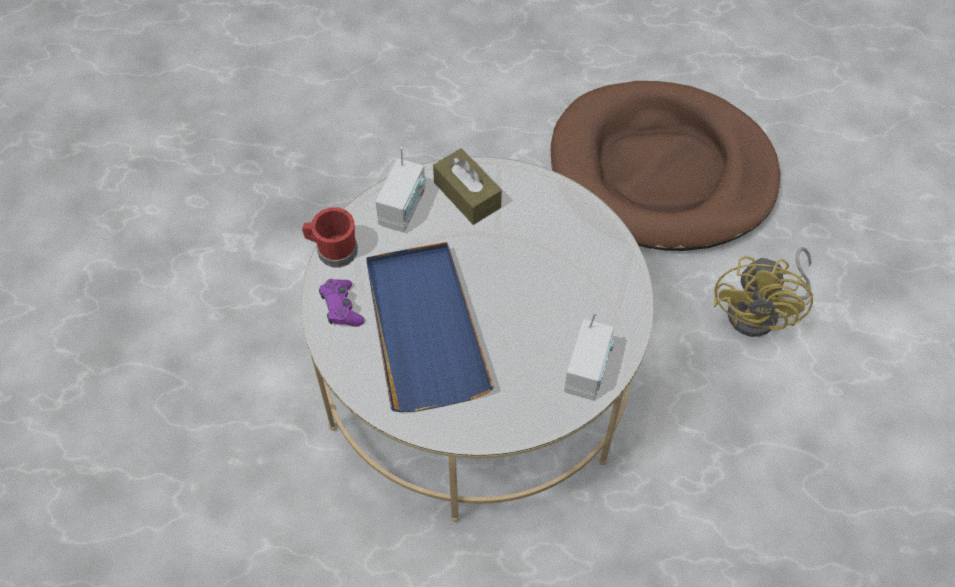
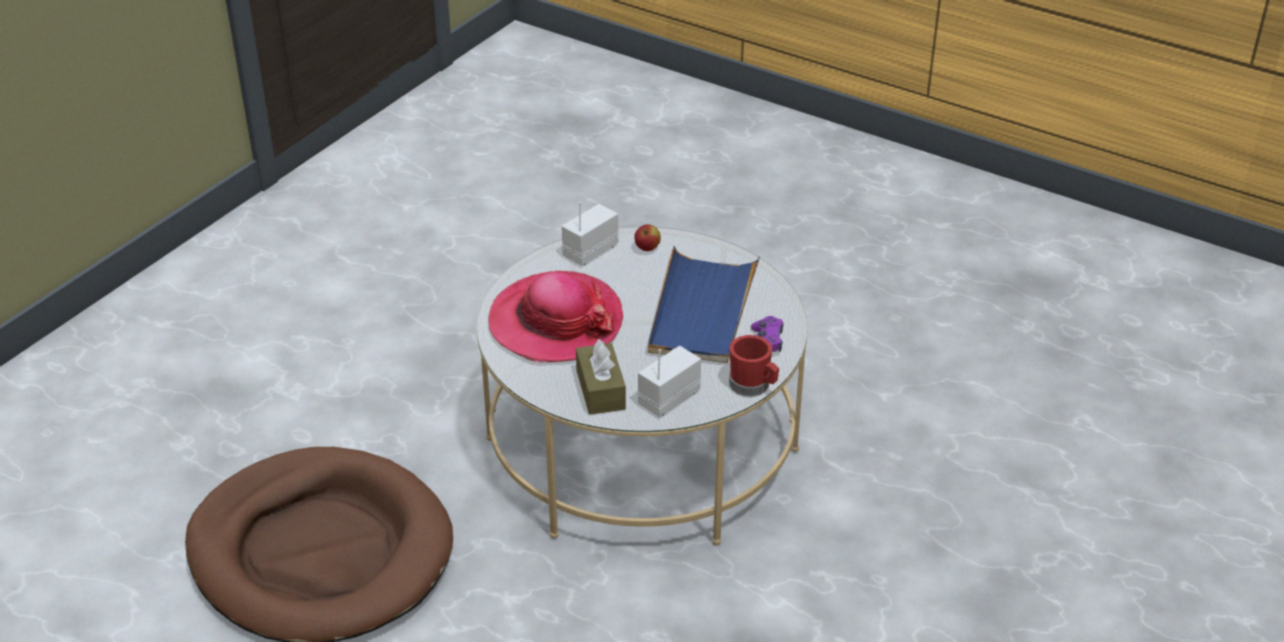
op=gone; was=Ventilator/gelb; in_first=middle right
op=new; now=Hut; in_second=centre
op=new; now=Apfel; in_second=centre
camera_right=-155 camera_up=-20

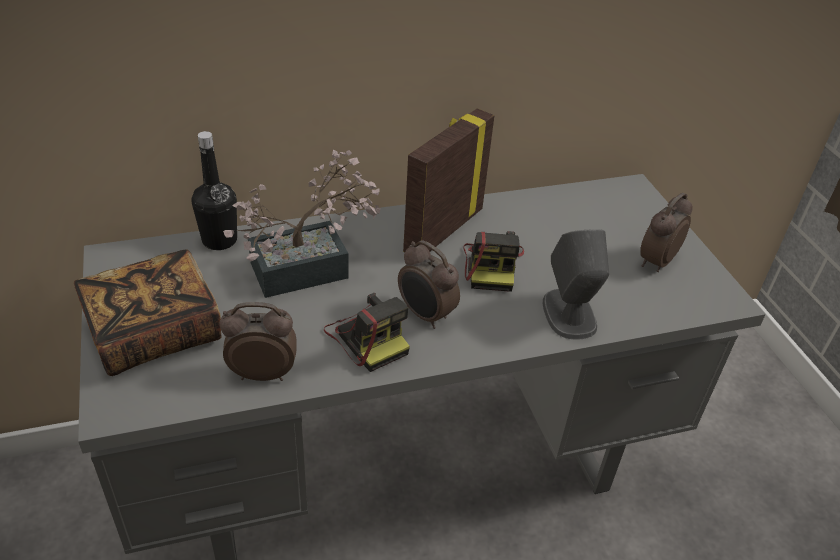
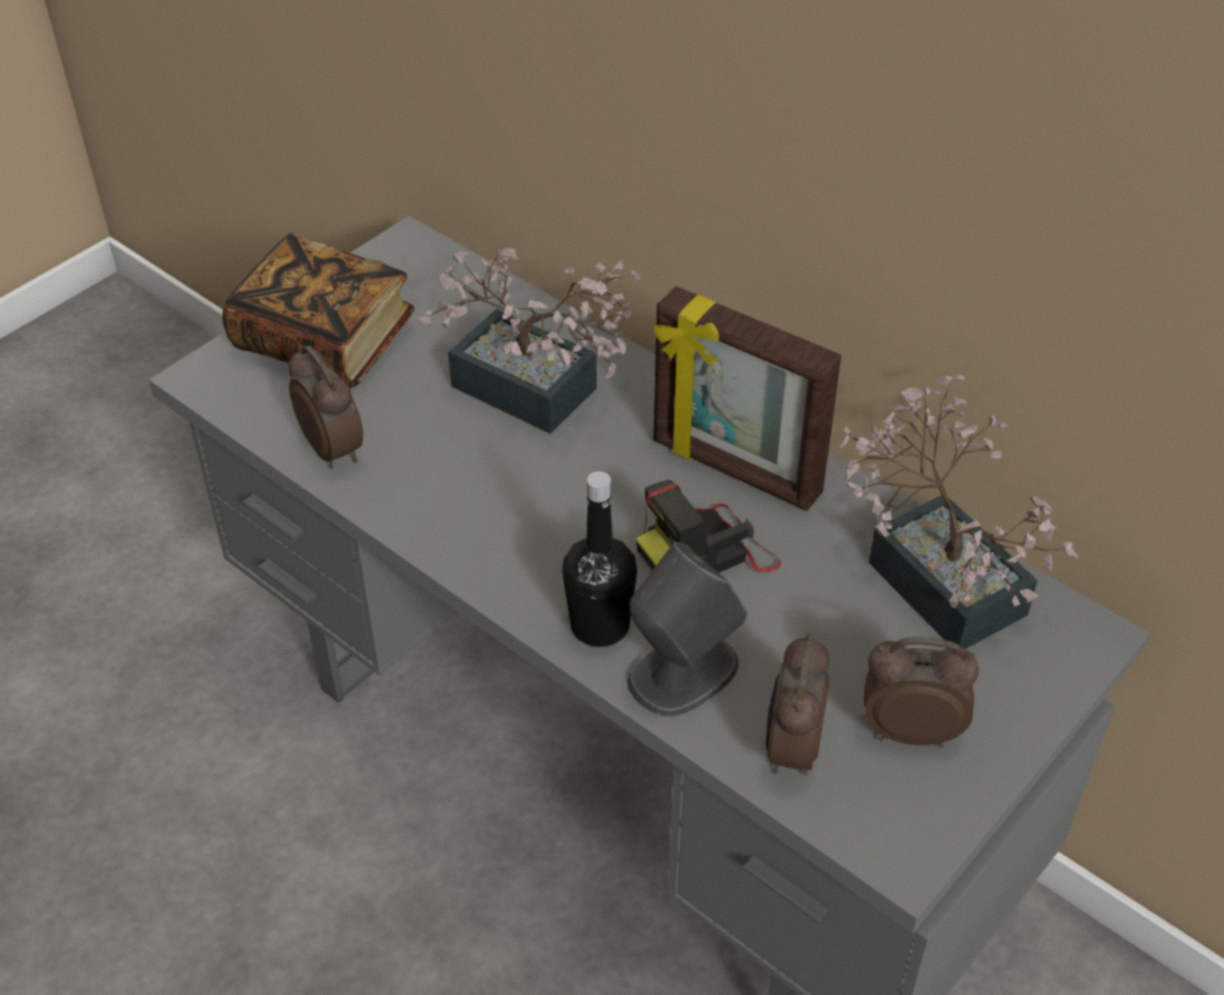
op=gone; was=Kamera (no. 1 from left); in_first=centre
op=new; now=Topfpflanze (no. 2 from left); in_second=middle right
op=shifted; was=Flasche/schwarz; in_first=middle left; in_second=centre
op=shifted; was=Wecker (no. 2 from left); in_first=centre; in_second=bottom centre
op=rotated; was=Bilderrahmen; in_first=top centre; in_second=centre; clockwise=-150
camera_right=60 camera_up=5

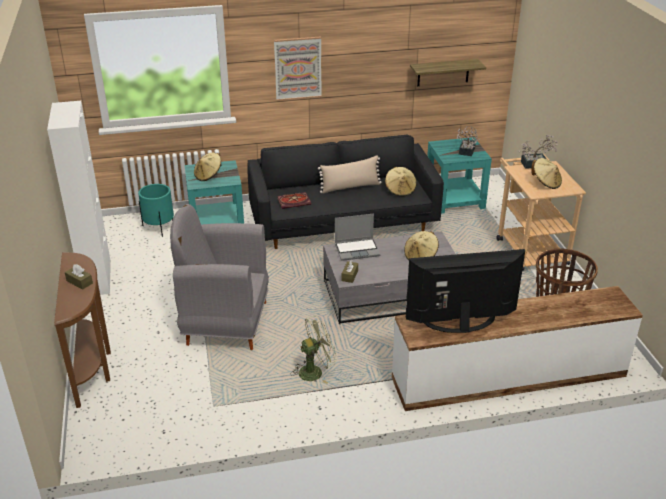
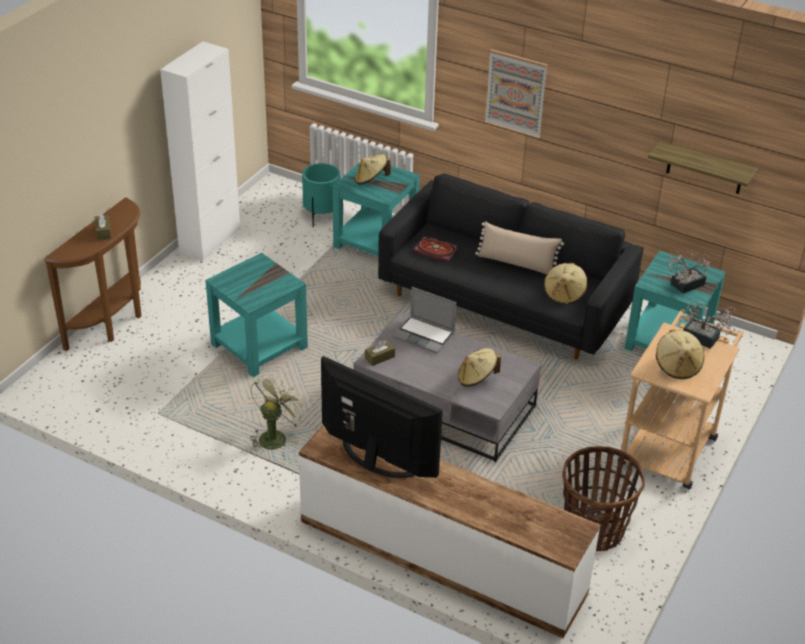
op=swapped; was=Sessel/grau; now=Beistelltisch/türkis (no. 1 from left); in_first=middle left; in_second=middle left
op=rotated; was=Ventilator/grün; in_first=bottom centre; in_second=centre; clockwise=-75
camera_right=40 camera_up=5

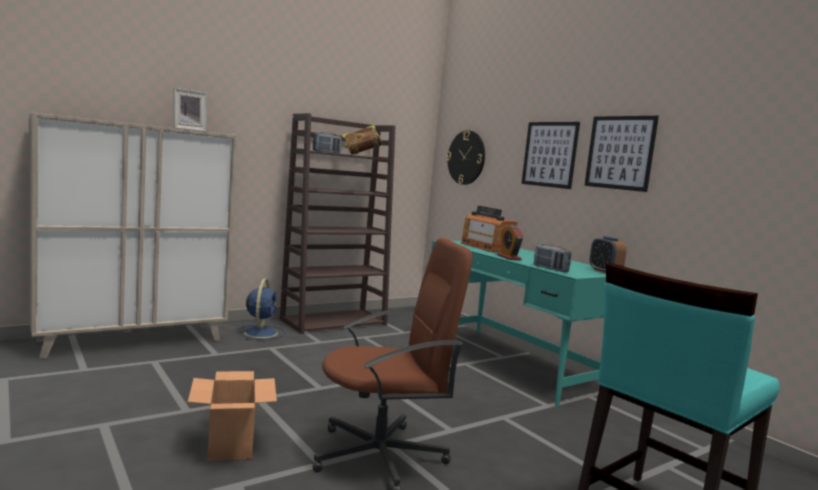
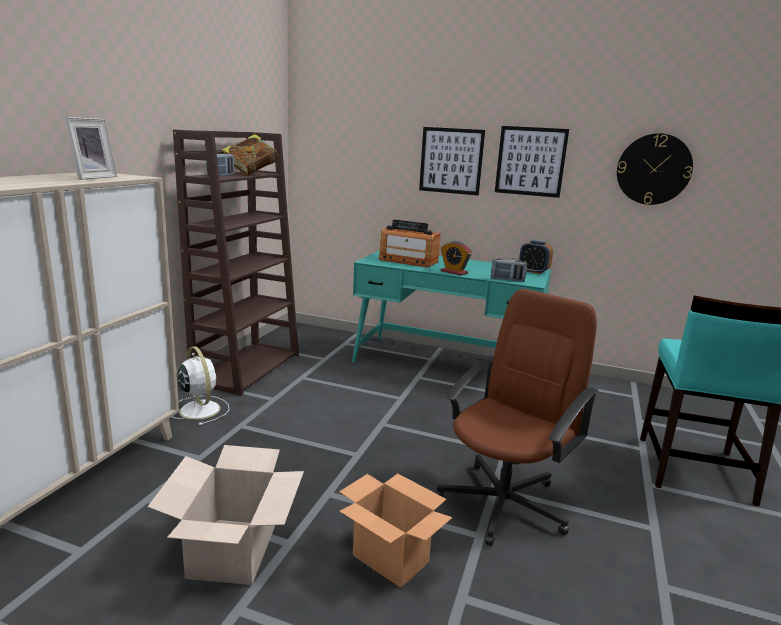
op=new; now=Karton (no. 1 from left); in_second=bottom left
op=shifted; was=Wanduhr; in_first=top centre; in_second=top right
op=repainted; was=Ventilator/blau; now=Ventilator/weiß; in_first=middle left; in_second=middle left
camera_right=-35 camera_up=10

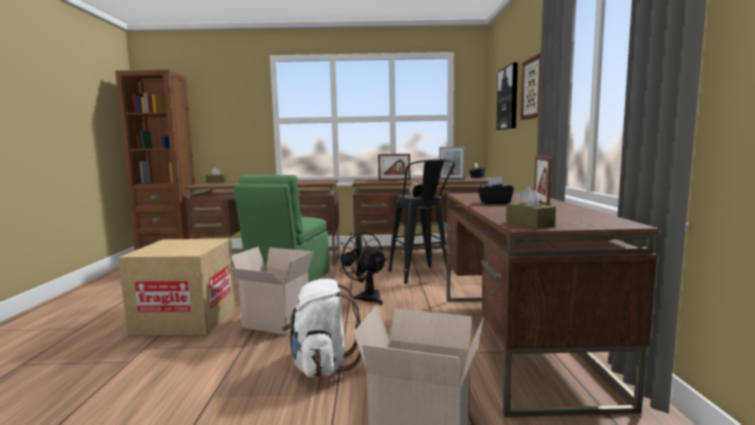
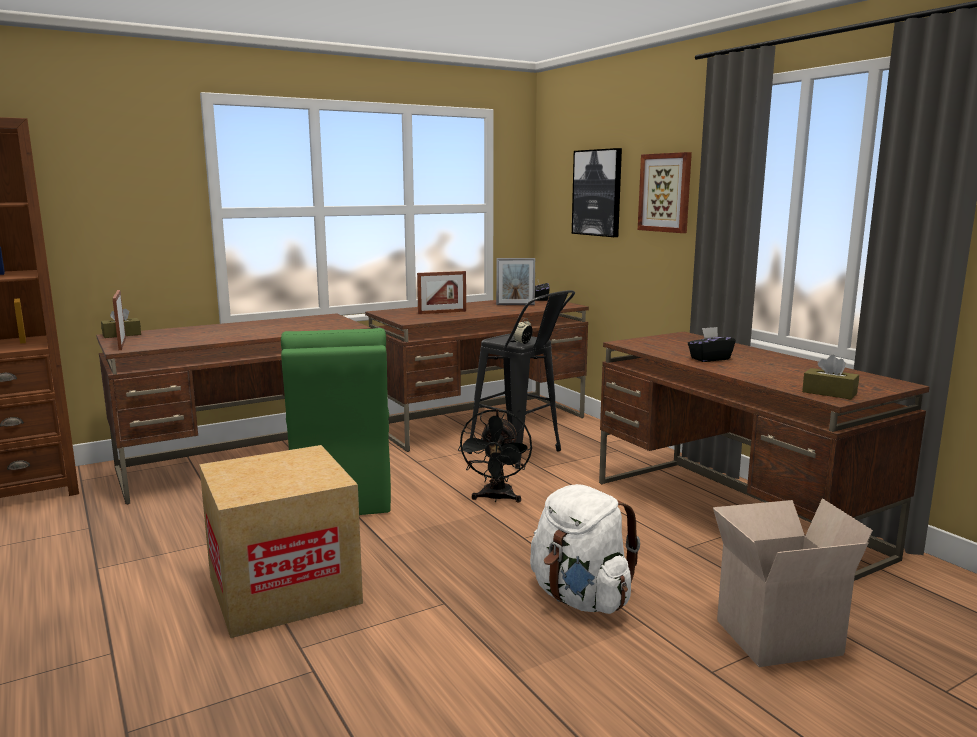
op=gone; was=Karton (no. 2 from left); in_first=bottom centre
op=shifted; was=Bilderrahmen (no. 3 from left in the first image); now=Bilderrahmen (no. 1 from left); in_first=middle right; in_second=middle left
op=rotated; was=Ventilator/schwarz; in_first=centre; in_second=centre; clockwise=-105
camera_right=-30 camera_up=5

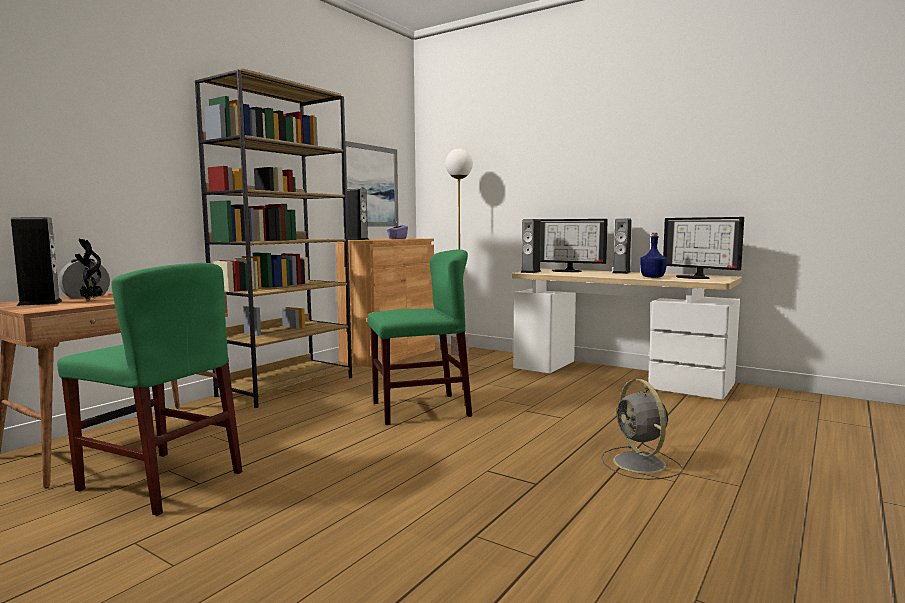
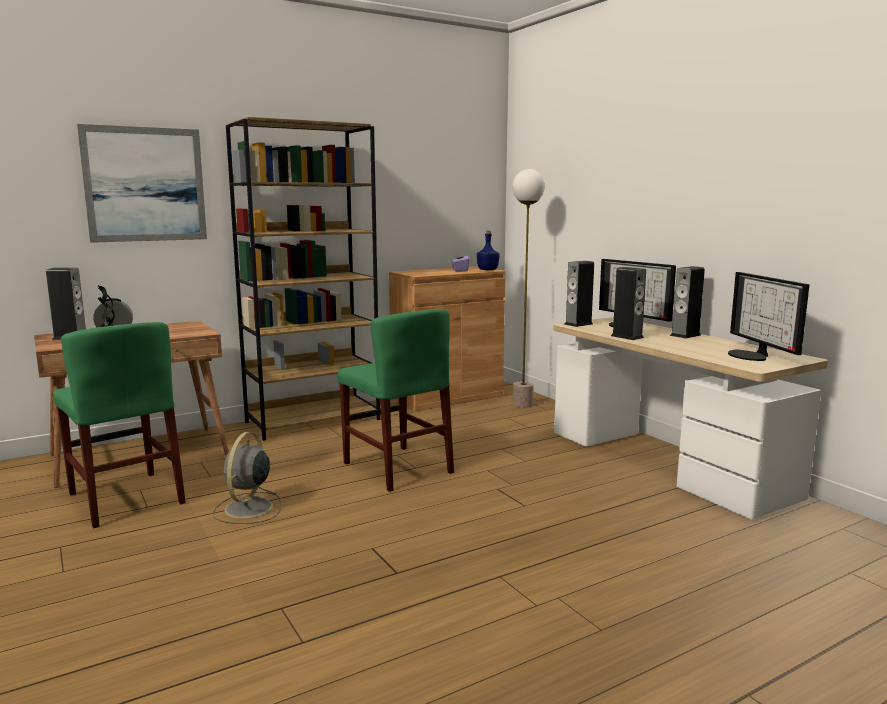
op=shifted; was=Bild; in_first=top centre; in_second=top left
op=shifted; was=Lautsprecher (no. 2 from left in the first image); now=Lautsprecher (no. 3 from left); in_first=centre; in_second=middle right
op=shifted; was=Ventilator/grau; in_first=bottom right; in_second=bottom left
op=shifted; was=Flasche/blau; in_first=middle right; in_second=centre
op=rotated; was=Stuhl/grün (no. 2 from left); in_first=centre; in_second=centre; clockwise=45
camera_right=25 camera_up=5

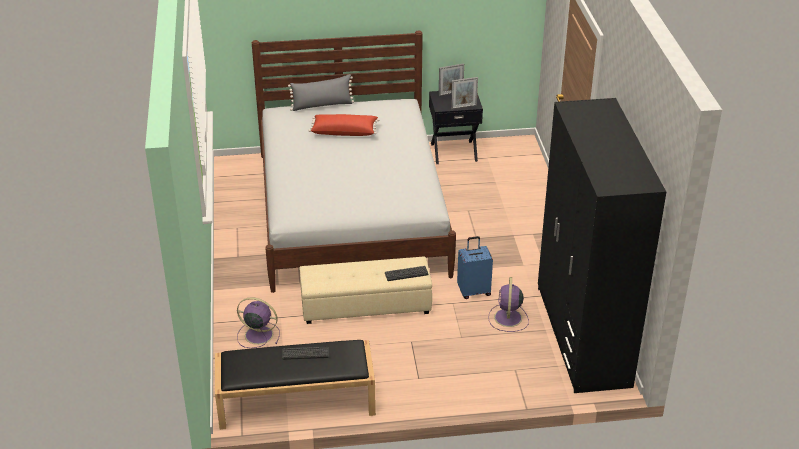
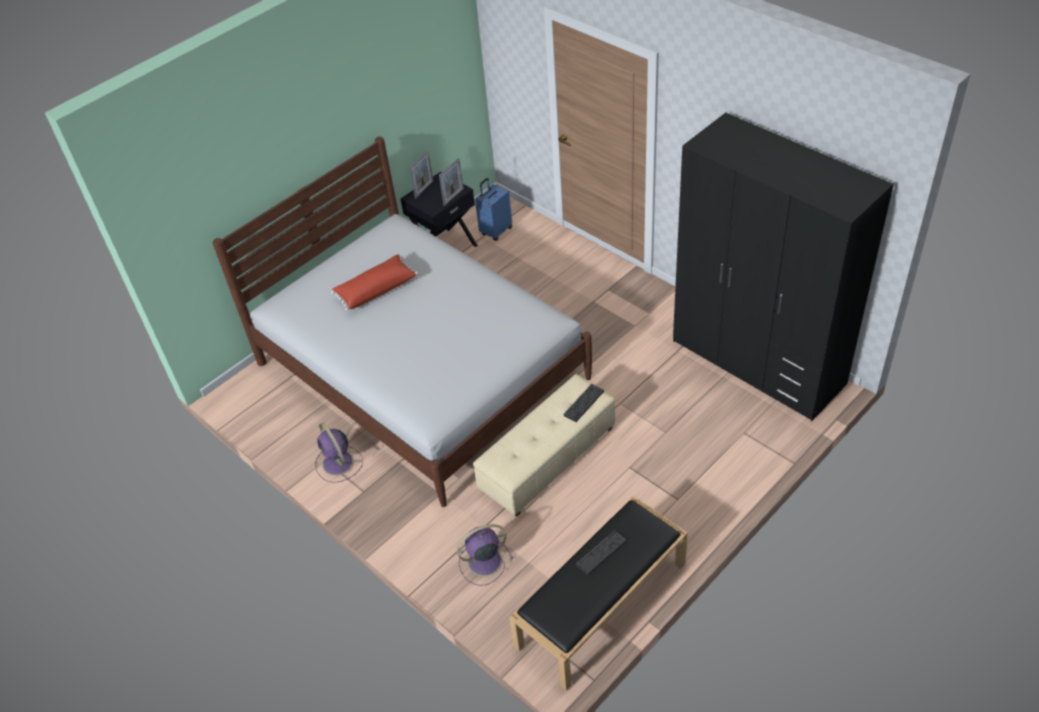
op=gone; was=Kissen/grau; in_first=top centre
op=shifted; was=Koffer/blau; in_first=centre; in_second=top centre
op=shifted; was=Ventilator/lila (no. 2 from left in the first image); now=Ventilator/lila (no. 1 from left); in_first=bottom centre; in_second=middle left
camera_right=-35 camera_up=10

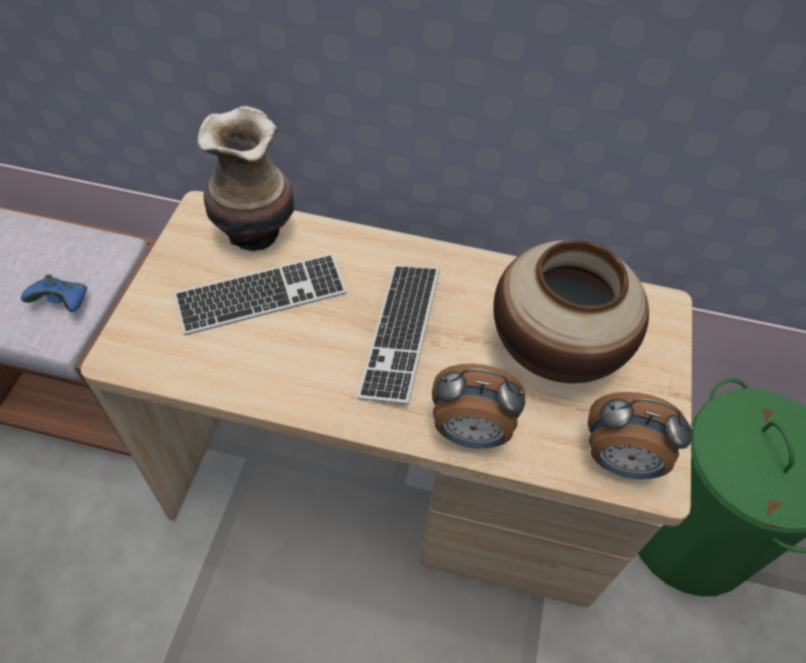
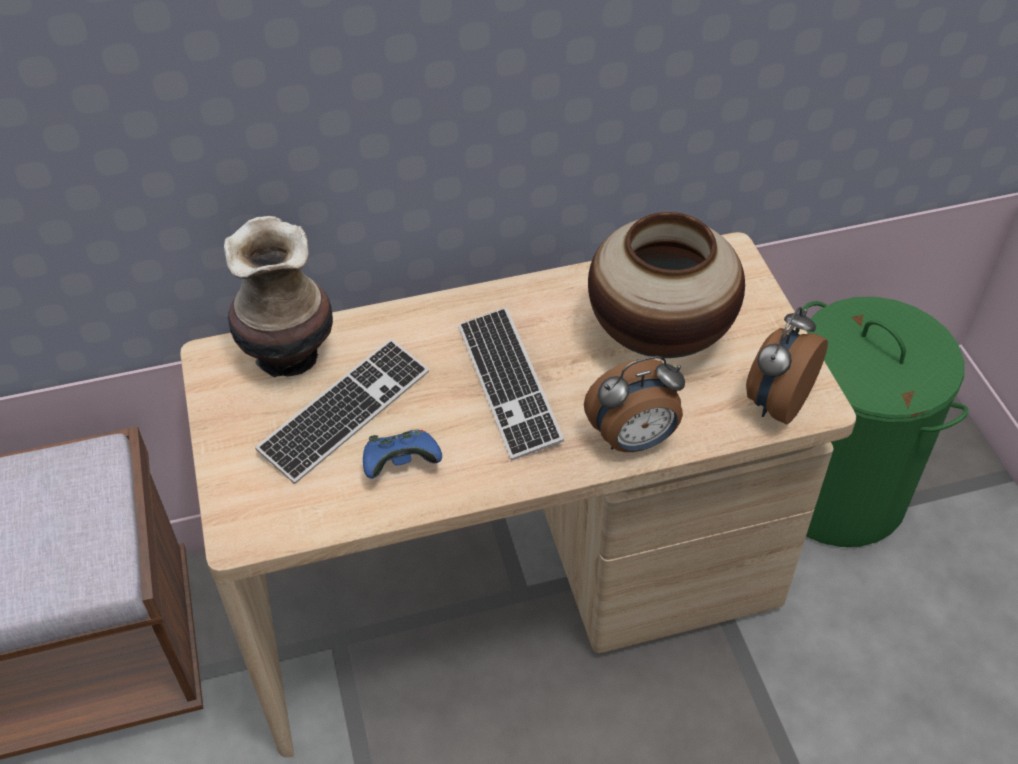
op=shifted; was=Gamepad/blau; in_first=middle left; in_second=centre
op=rotated; was=Wecker (no. 2 from left); in_first=middle right; in_second=middle right; clockwise=135
camera_right=-25 camera_up=-5

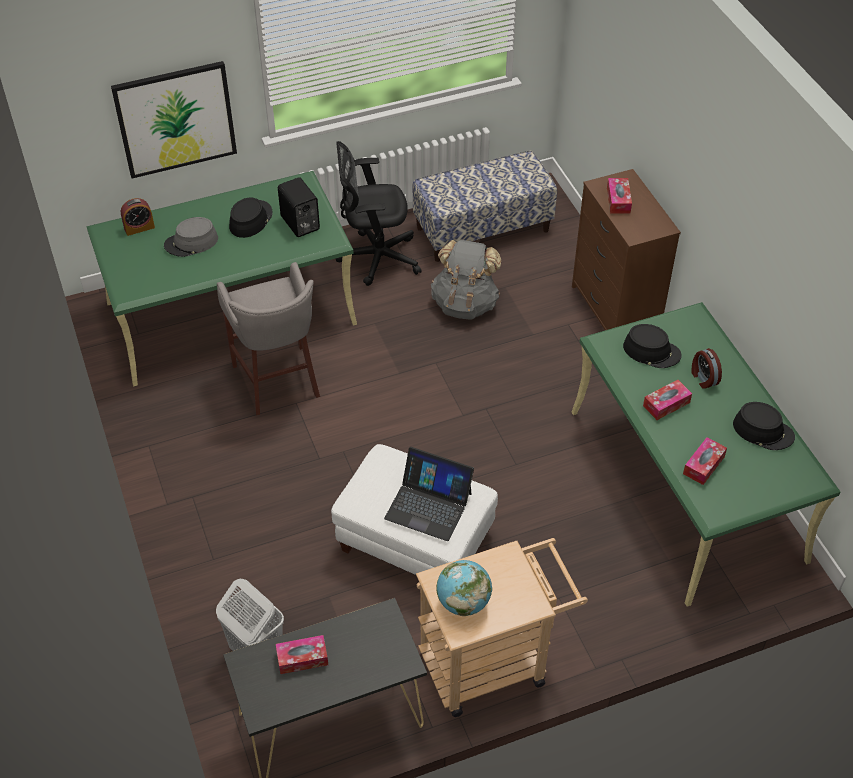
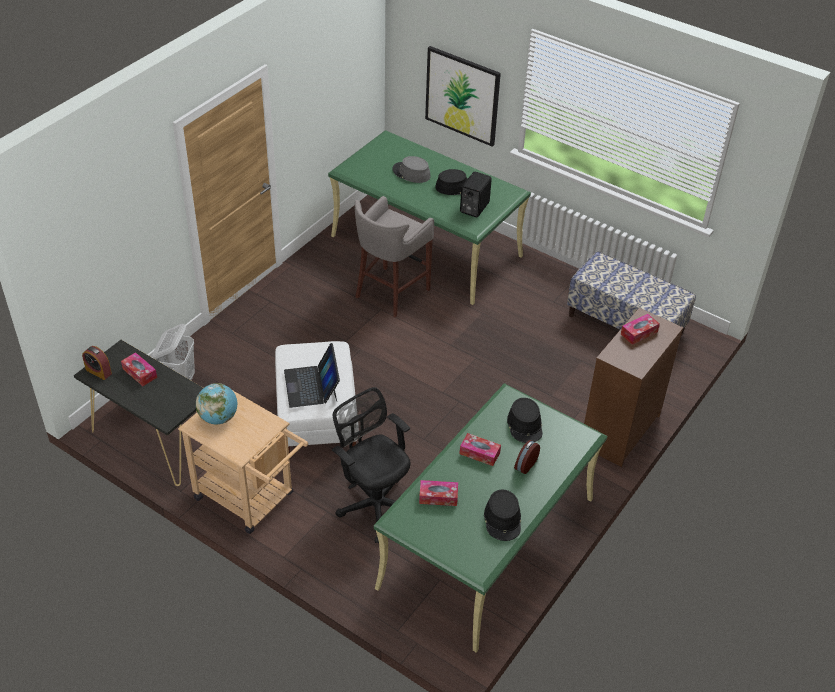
op=gone; was=Rucksack/grau; in_first=centre
op=shifted; was=Wecker (no. 1 from left); in_first=top left; in_second=middle left
op=shifted; was=Bürostuhl/schwarz; in_first=top centre; in_second=bottom centre
camera_right=55 camera_up=-5

